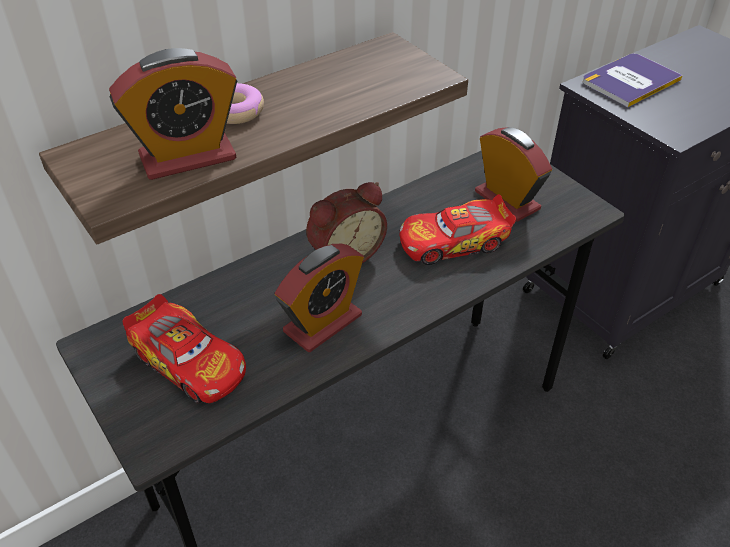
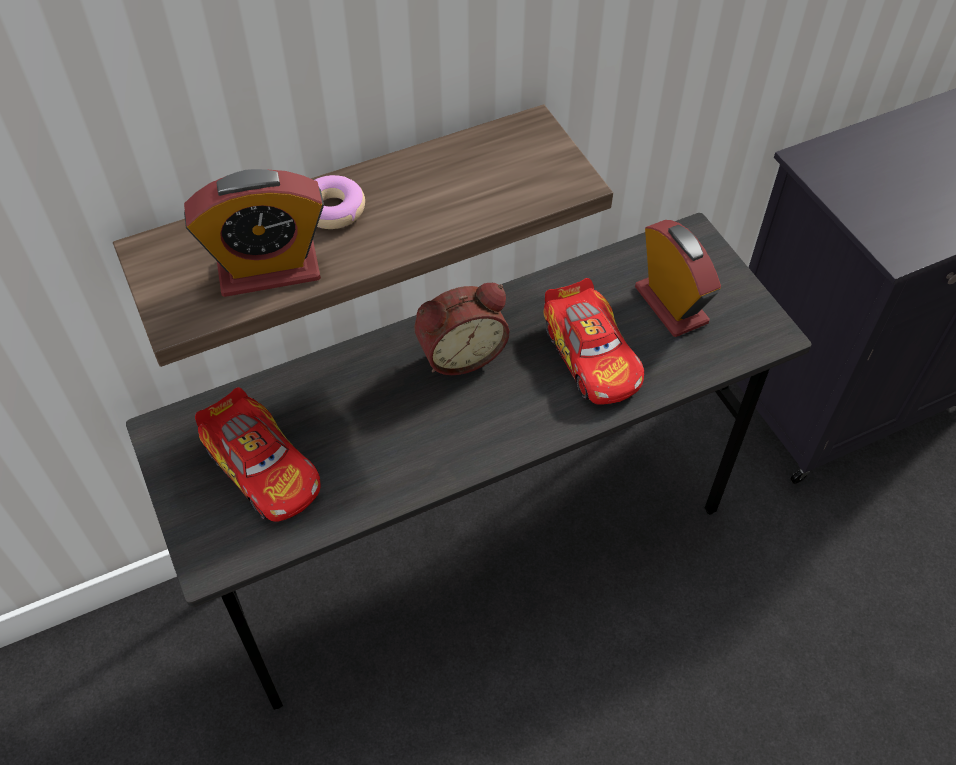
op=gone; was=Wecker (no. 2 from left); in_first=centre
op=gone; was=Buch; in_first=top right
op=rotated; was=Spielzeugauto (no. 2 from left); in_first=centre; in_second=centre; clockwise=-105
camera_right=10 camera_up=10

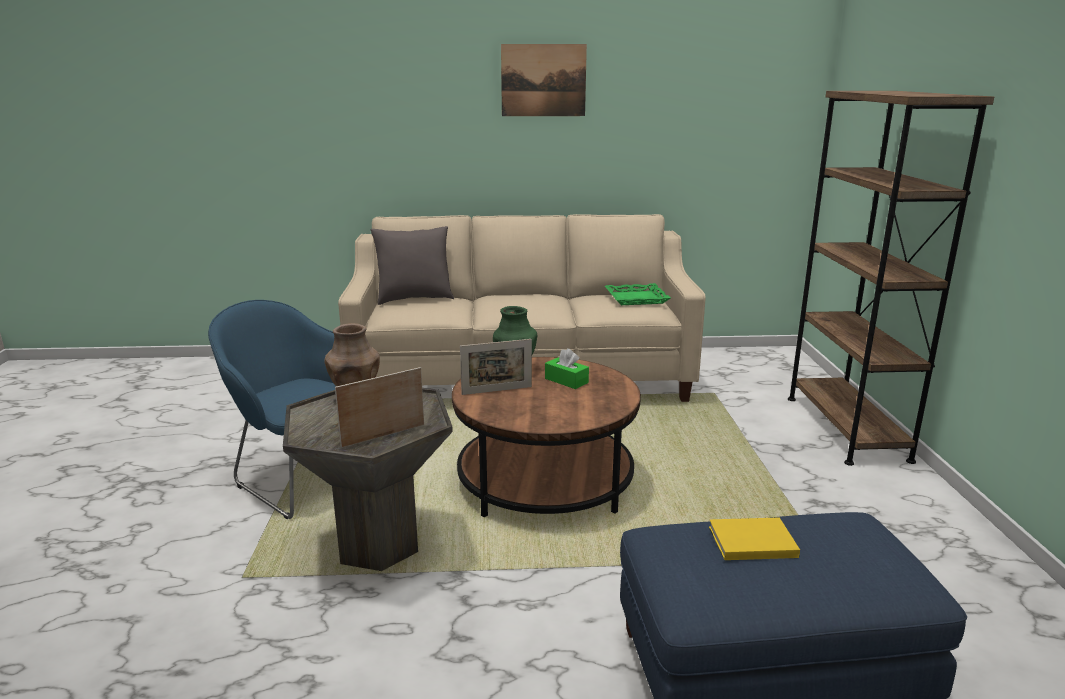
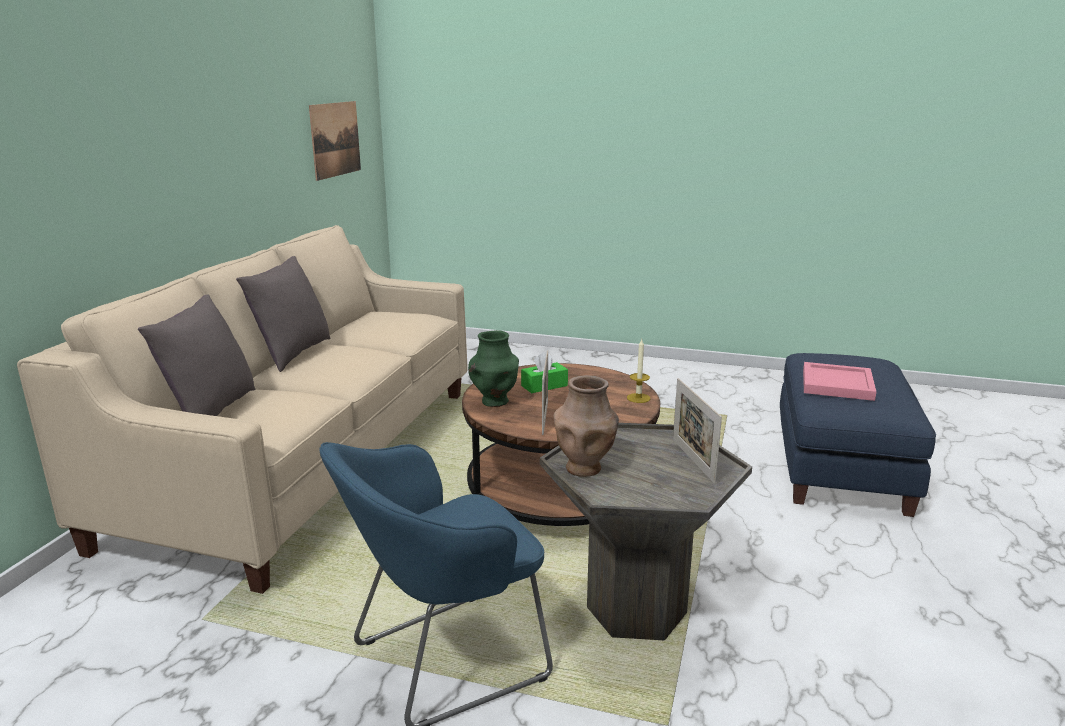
op=gone; was=Tablett/grün; in_first=centre
op=gone; was=Bücherregal/braun; in_first=middle right
op=new; now=Kissen/grau (no. 2 from left); in_second=middle left
op=new; now=Kerze; in_second=centre
op=shifted; was=Bild; in_first=top centre; in_second=top left
op=swapped; was=Buch/gelb; now=Tablett/rosa; in_first=bottom right; in_second=middle right
camera_right=-70 camera_up=0

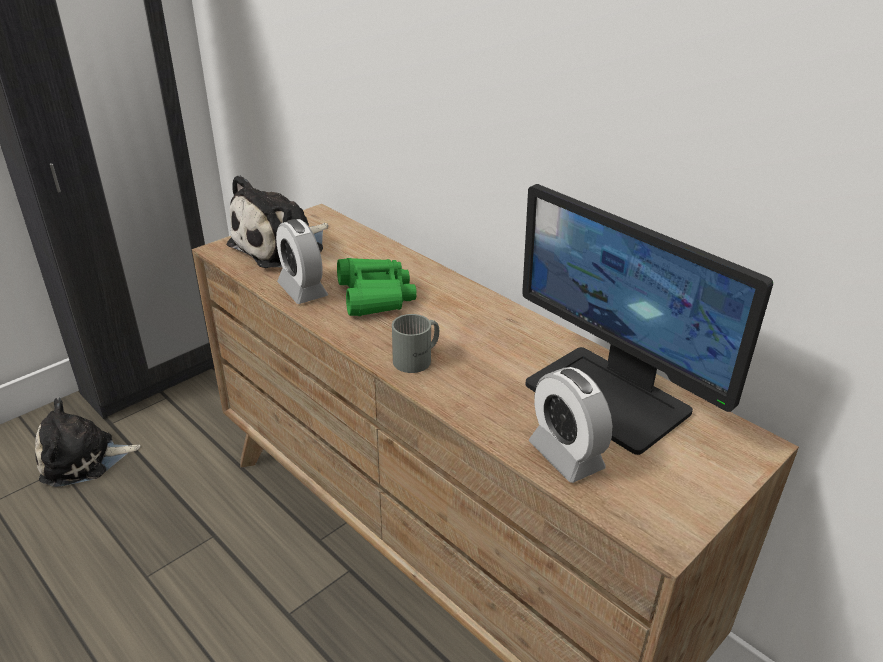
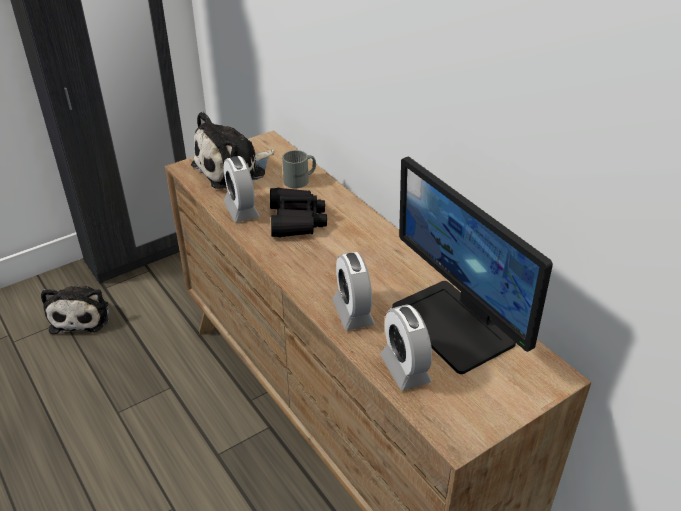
op=new; now=Wecker (no. 2 from left); in_second=centre
op=shifted; was=Henkelbecher/grau; in_first=centre; in_second=top centre
op=repainted; was=Fernglas/grün; now=Fernglas/schwarz; in_first=centre; in_second=centre
op=rotated; was=Plüschtier (no. 1 from left); in_first=bottom left; in_second=middle left; clockwise=-90
camera_right=10 camera_up=5

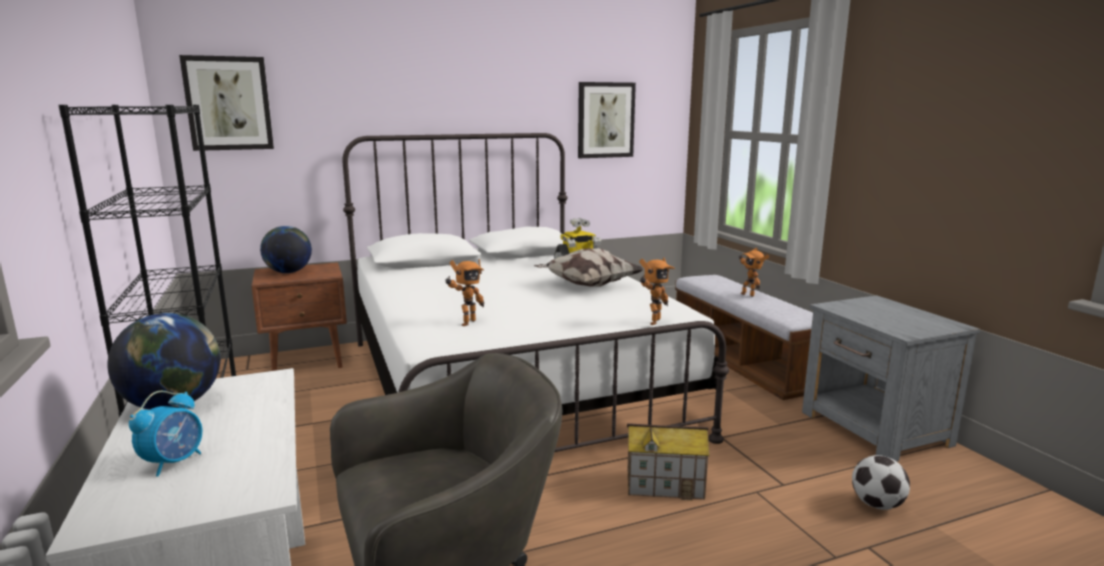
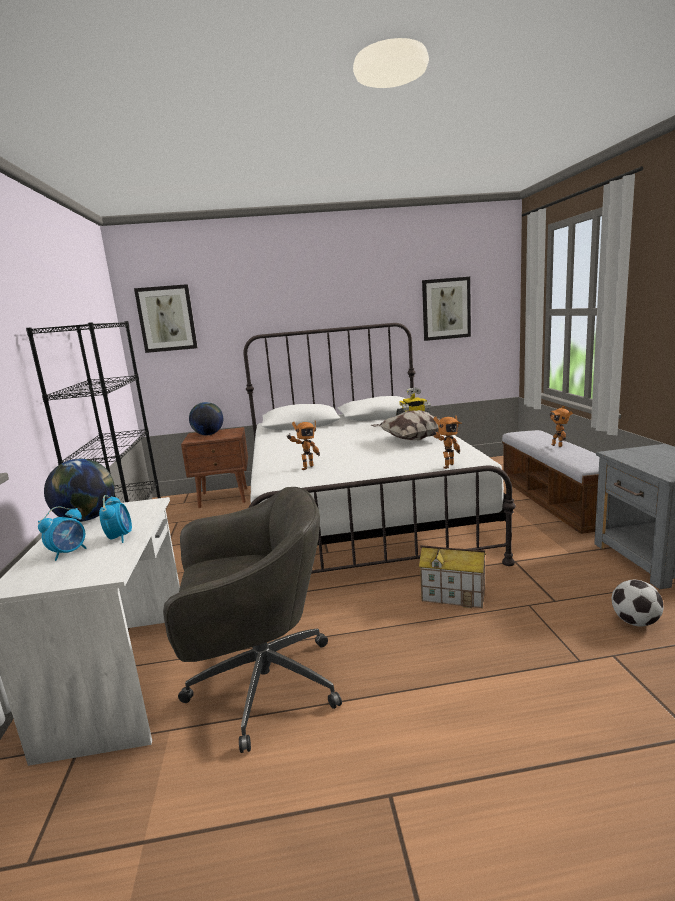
op=new; now=Wecker (no. 2 from left); in_second=middle left
camera_right=15 camera_up=0

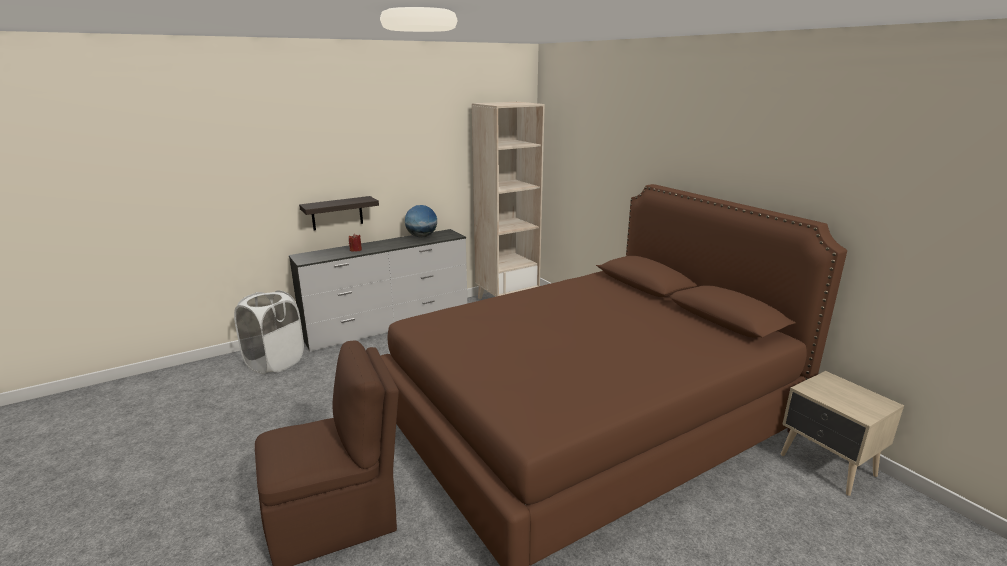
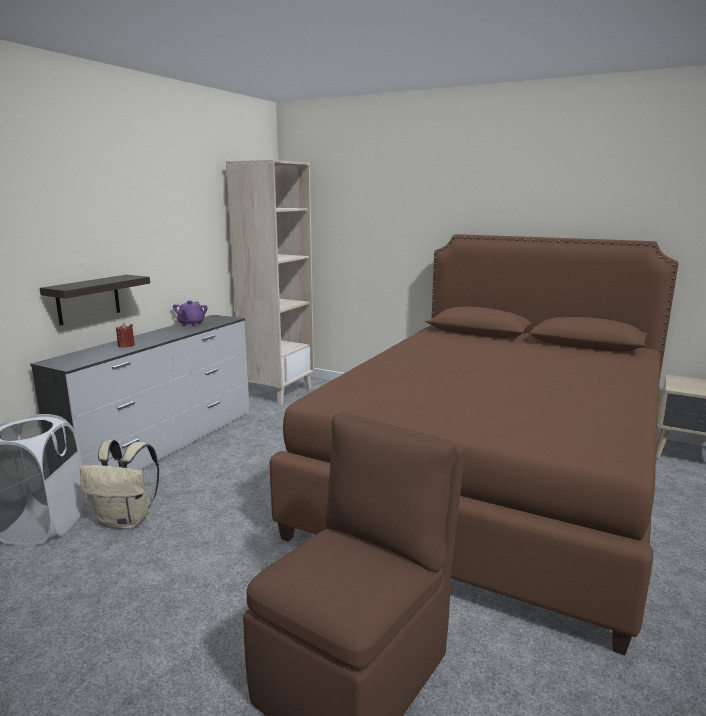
op=new; now=Rucksack/beige; in_second=bottom left
op=swapped; was=Globus; now=Teekanne/lila; in_first=centre; in_second=middle left
camera_right=-30 camera_up=-5

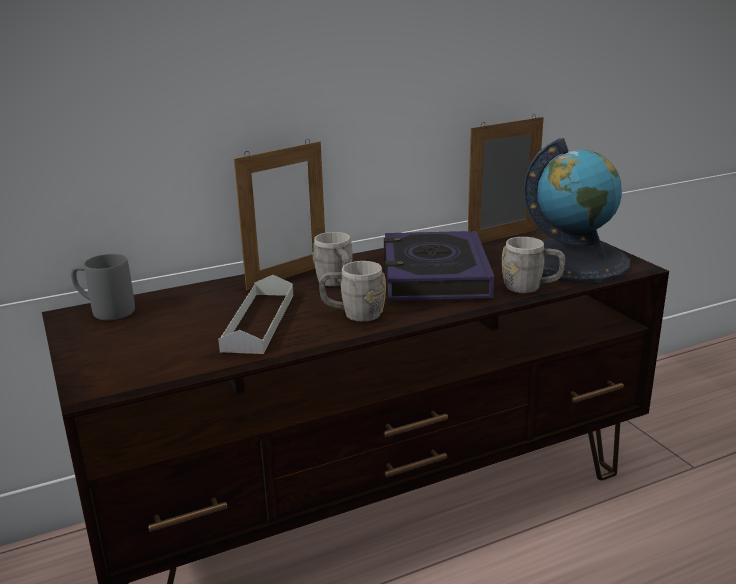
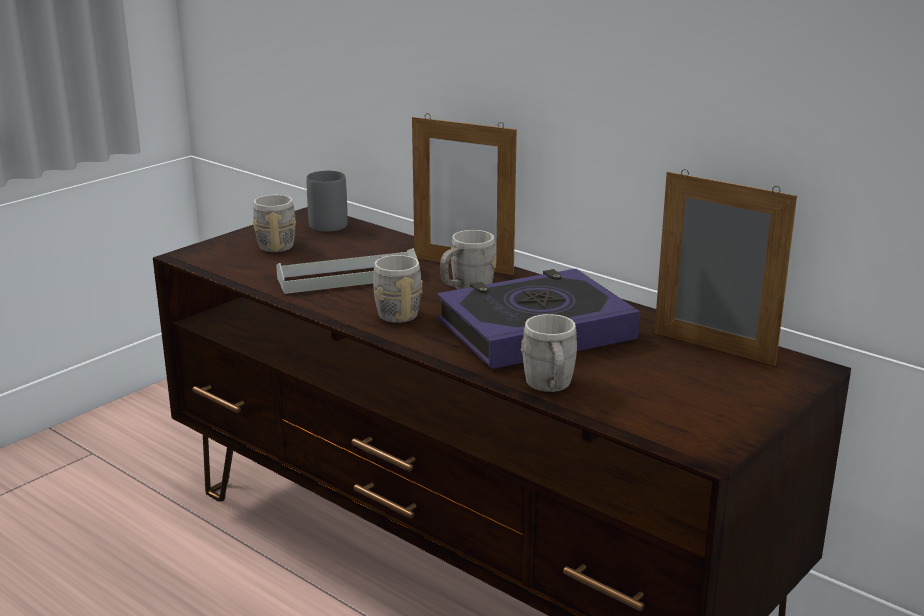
op=gone; was=Globus; in_first=middle right
op=new; now=Henkelbecher/grau (no. 1 from left); in_second=middle left
camera_right=65 camera_up=0

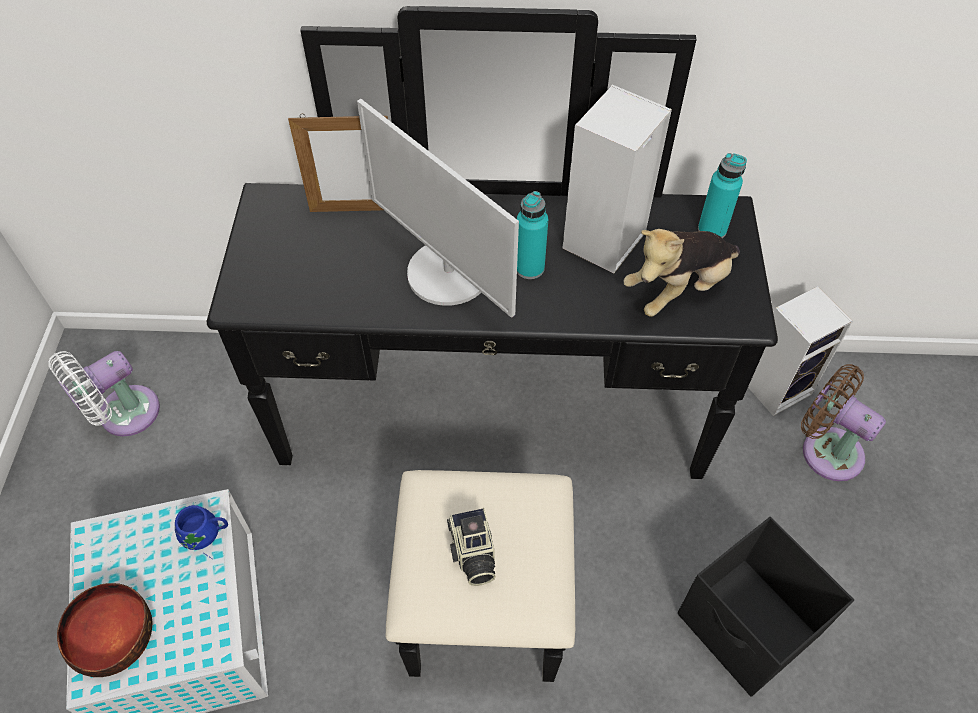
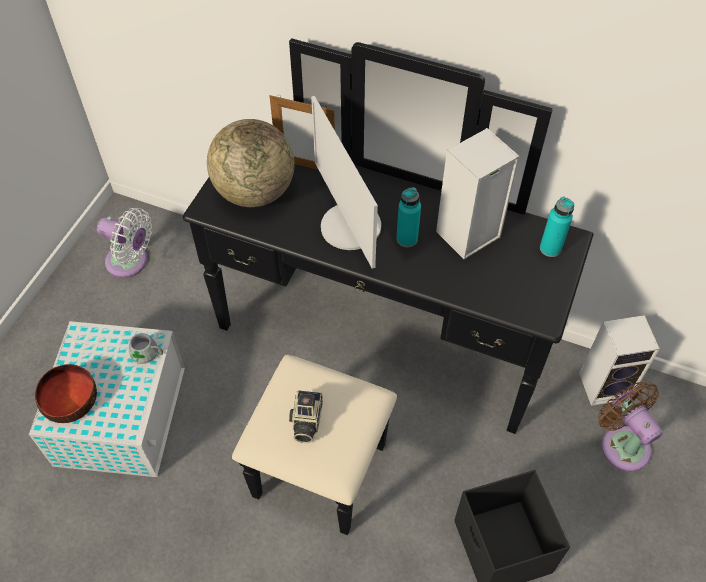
op=gone; was=Plüschtier; in_first=middle right
op=new; now=Globus; in_second=top centre
op=repainted; was=Henkelbecher/blau; now=Henkelbecher/grau; in_first=bottom left; in_second=middle left
op=rotated; was=Ventilator/weiß; in_first=middle left; in_second=middle left; clockwise=-135
camera_right=20 camera_up=0

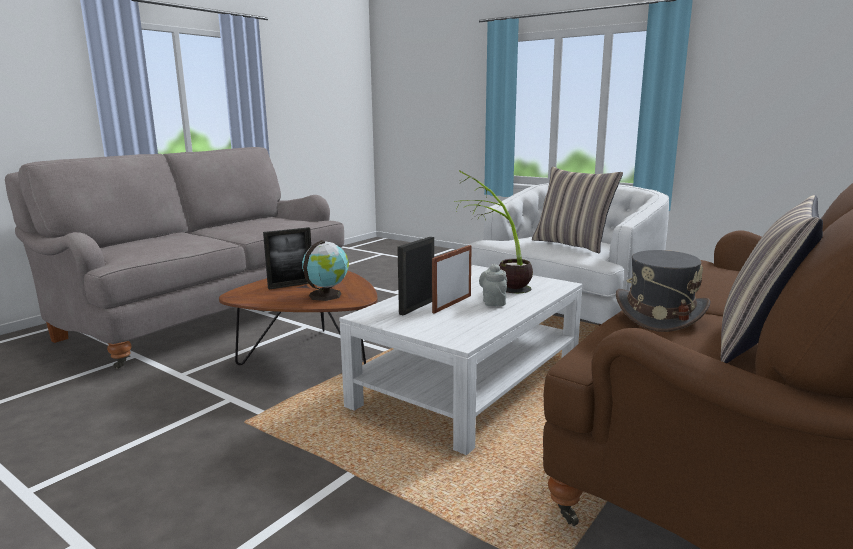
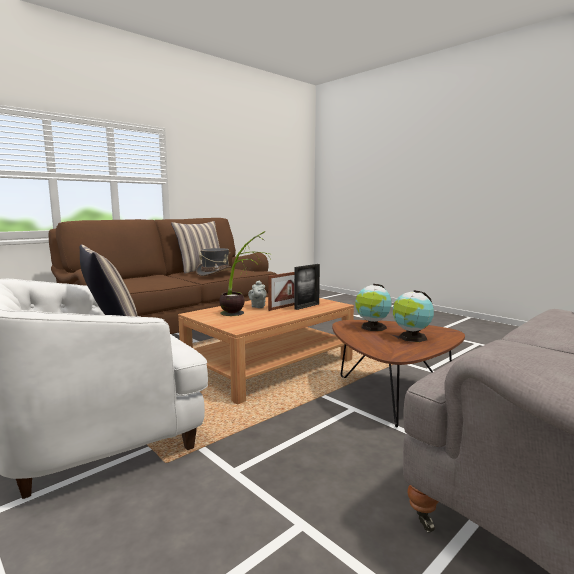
op=swapped; was=Bilderrahmen (no. 1 from left); now=Globus (no. 2 from left); in_first=centre; in_second=middle right
op=repainted; was=Couchtisch/weiß; now=Couchtisch/braun (no. 1 from left); in_first=centre; in_second=centre
camera_right=-170 camera_up=-5

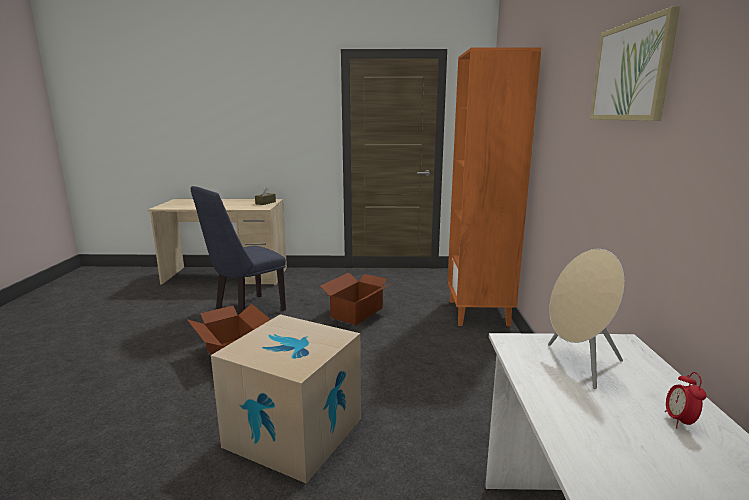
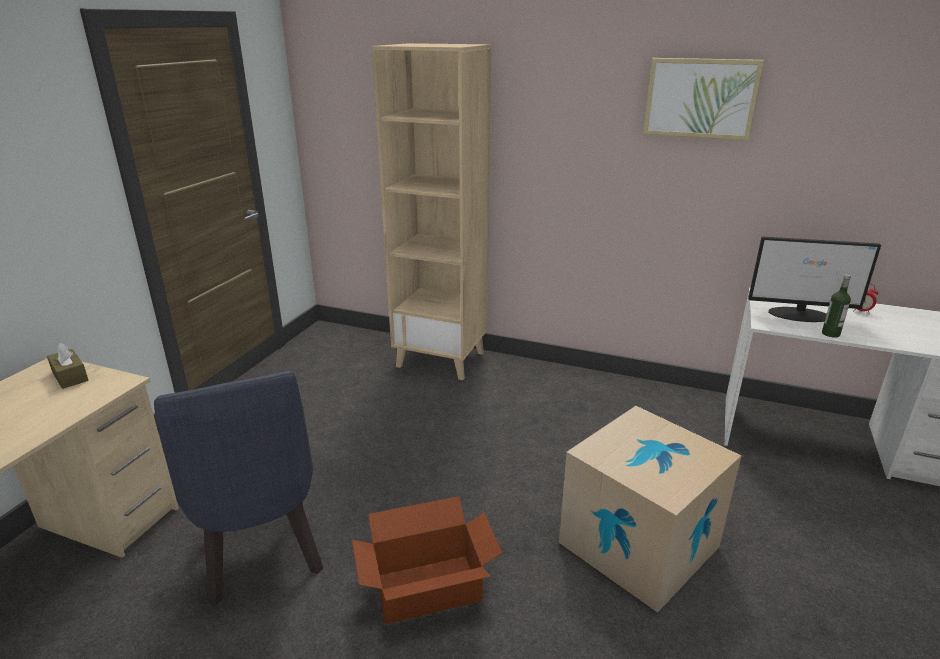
op=gone; was=Karton (no. 3 from left); in_first=centre
op=new; now=Flasche; in_second=middle right
op=swapped; was=Lautsprecher/beige; now=Monitor; in_first=middle right; in_second=middle right
op=repainted; was=Bücherregal/orange; now=Bücherregal/beige; in_first=centre; in_second=top centre
camera_right=-70 camera_up=10

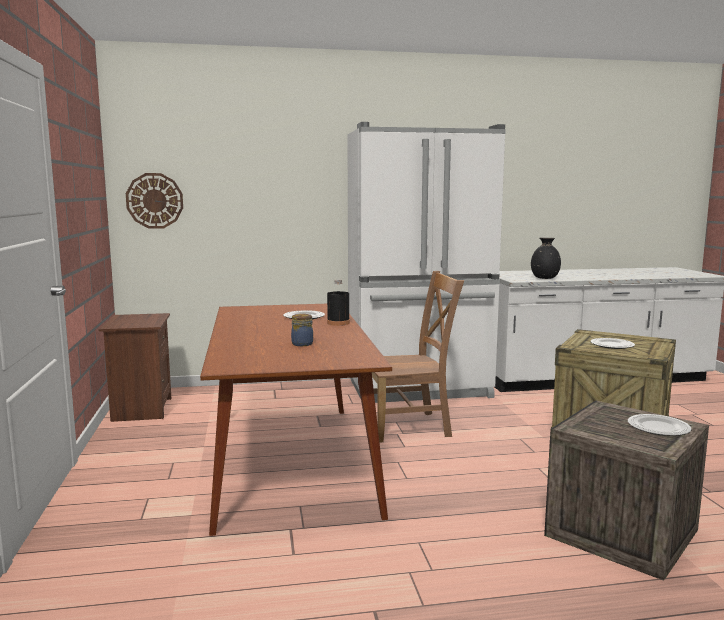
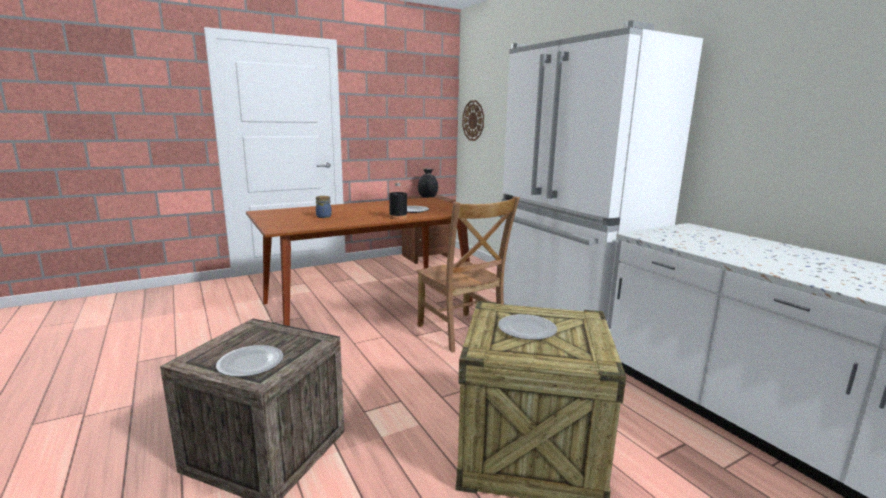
op=shifted; was=Vase/schwarz; in_first=middle right; in_second=centre
camera_right=70 camera_up=5

